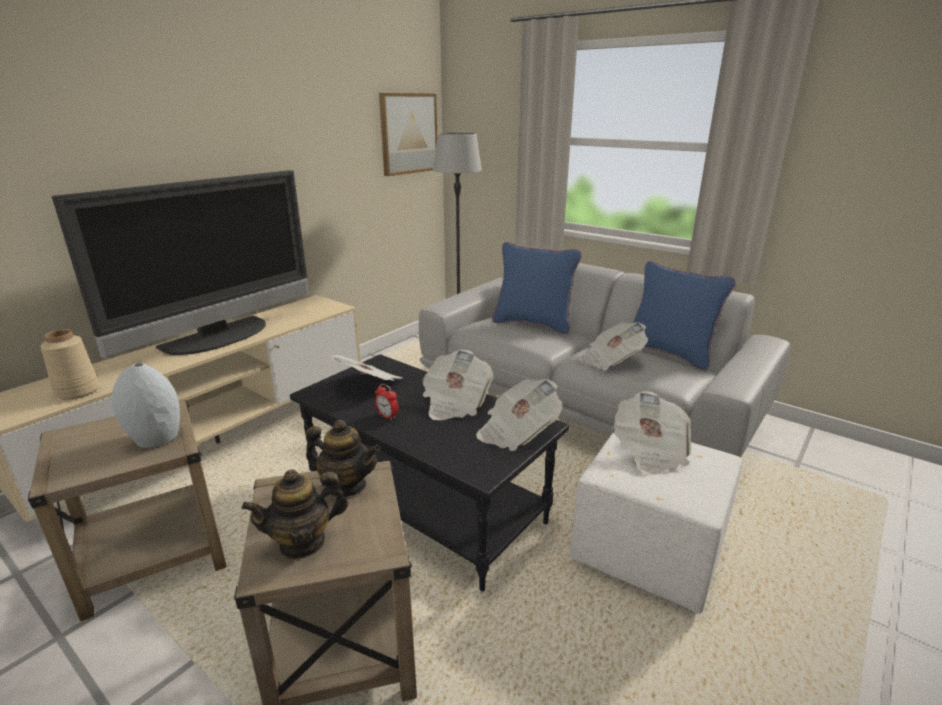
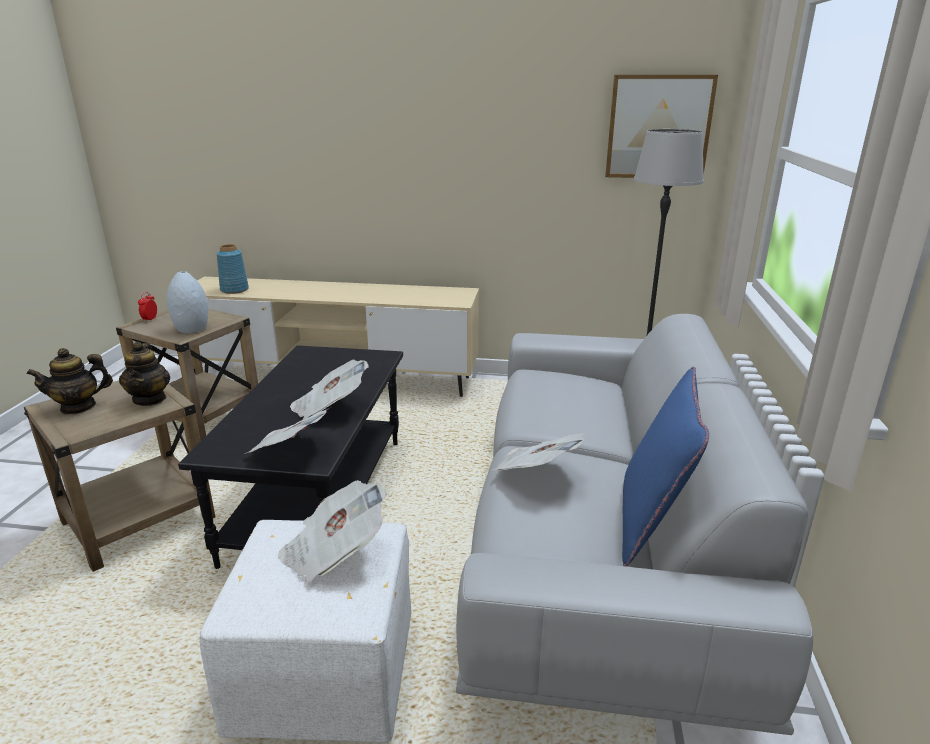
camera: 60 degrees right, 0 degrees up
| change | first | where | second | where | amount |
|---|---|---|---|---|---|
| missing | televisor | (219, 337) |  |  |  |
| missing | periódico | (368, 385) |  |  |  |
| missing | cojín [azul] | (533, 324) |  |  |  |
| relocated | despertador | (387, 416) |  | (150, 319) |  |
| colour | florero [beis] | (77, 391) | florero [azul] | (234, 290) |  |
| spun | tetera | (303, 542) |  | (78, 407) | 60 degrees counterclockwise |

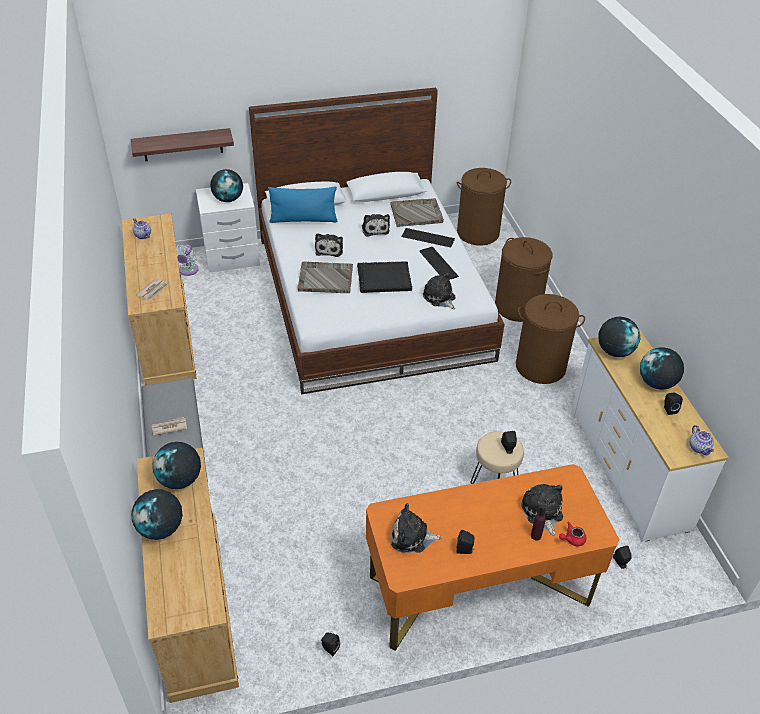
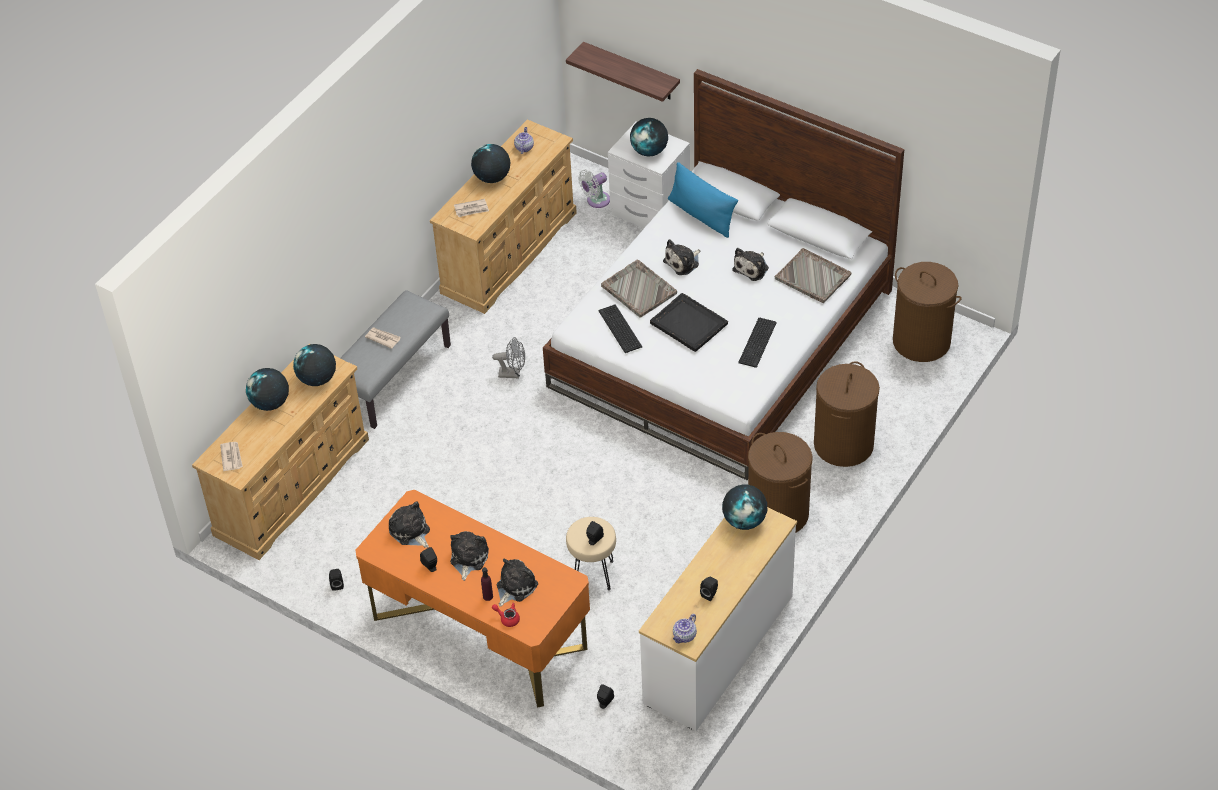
camera: 50 degrees right, 5 degrees up
| change | first | where | second | where | amount |
|---|---|---|---|---|---|
| appeared |  |  | periódico | (231, 457) |  |
| appeared |  |  | ventilador [gris] | (513, 373) |  |
| relocated | teclado | (428, 238) |  | (619, 330) |  |
| relocated | peluche | (440, 298) |  | (468, 558) |  |
| relocated | globo terráqueo | (656, 383) |  | (492, 178) |  |

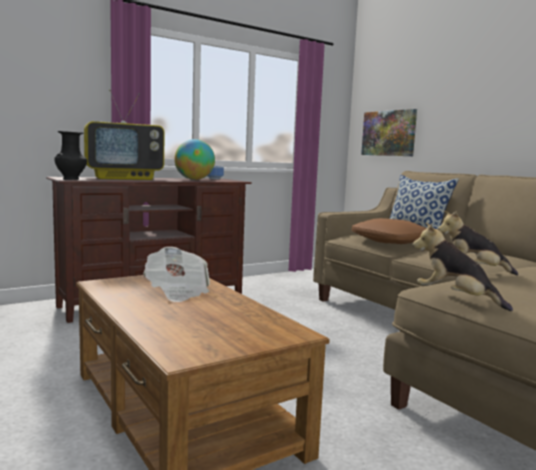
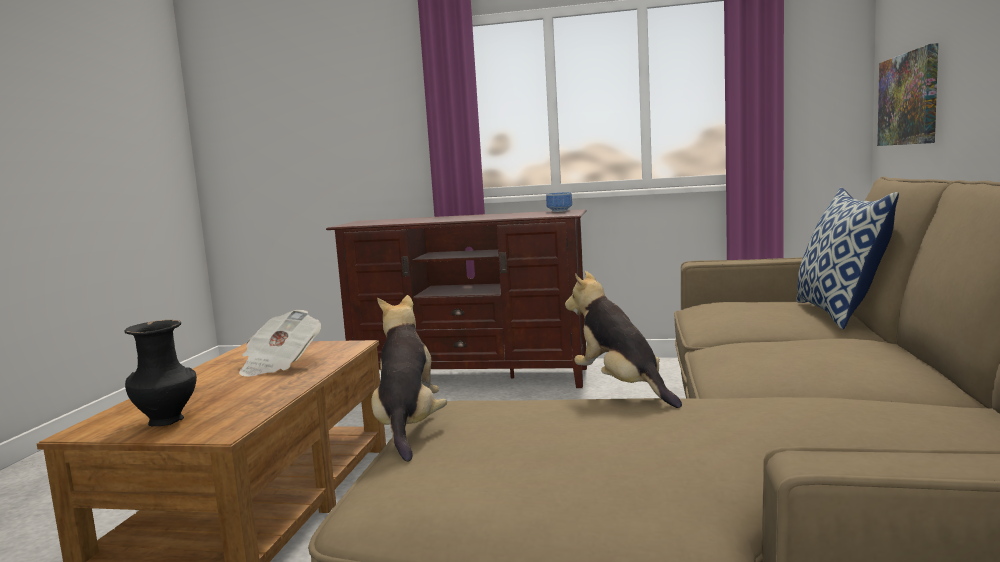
camera: 45 degrees right, 0 degrees up
| change | first | where | second | where | amount |
|---|---|---|---|---|---|
| missing | televisor | (124, 178) |  |  |  |
| missing | globo terráqueo | (194, 179) |  |  |  |
| missing | cojín [marrón] | (391, 241) |  |  |  |
| relocated | florero [negro] | (71, 179) |  | (168, 421) |  |

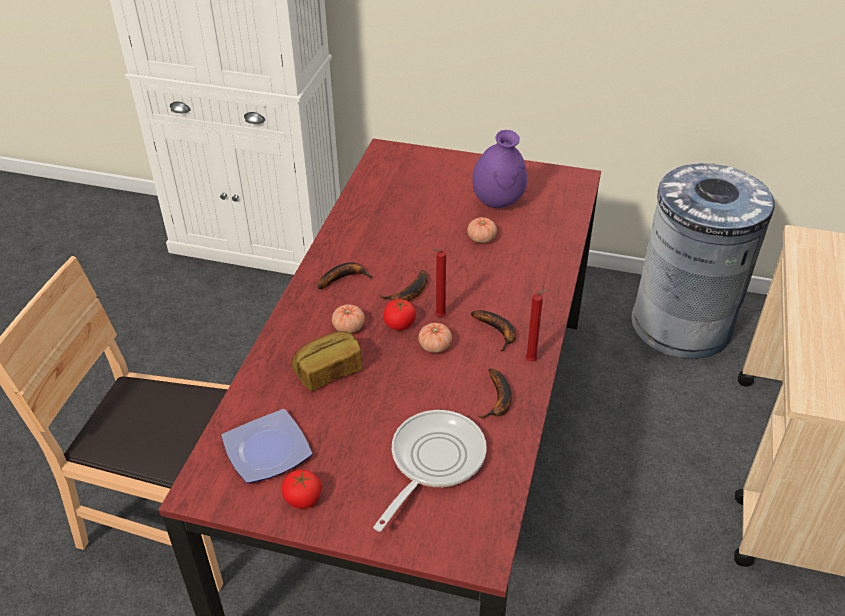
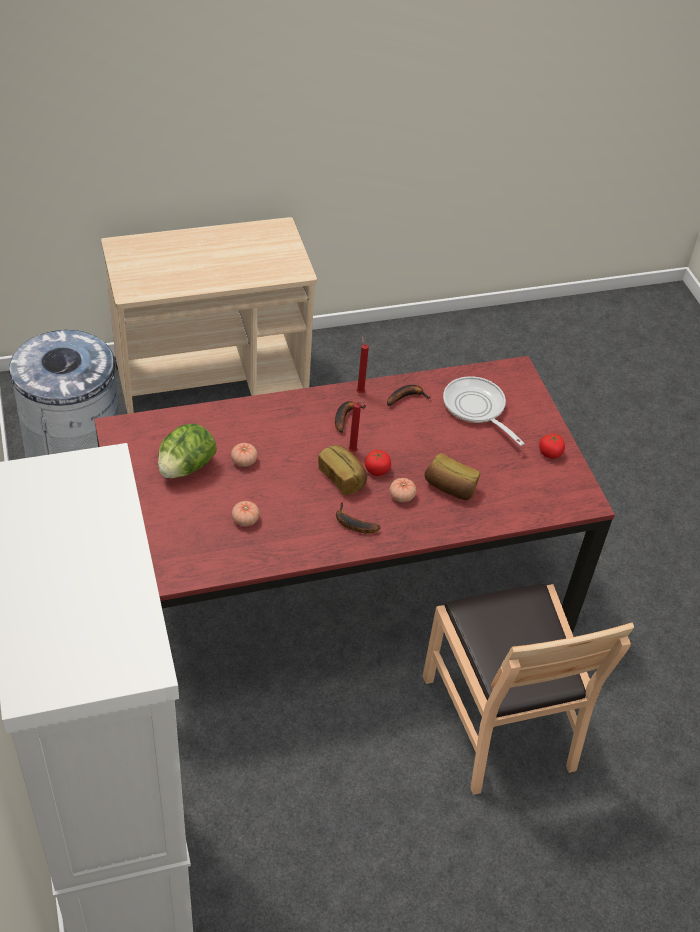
camera: 125 degrees left, 5 degrees up
| change | first | where | second | where | amount |
|---|---|---|---|---|---|
| missing | plato | (266, 452) |  |  |  |
| relocated | tomate | (435, 346) |  | (245, 520) |  |
| exchanged | plátano | (408, 294) | pan | (342, 478) |  |
| exchanged | florero [morado] | (498, 202) | lechuga | (186, 468) |  |
| spun | sartén | (433, 461) |  | (476, 409) | 60 degrees clockwise |

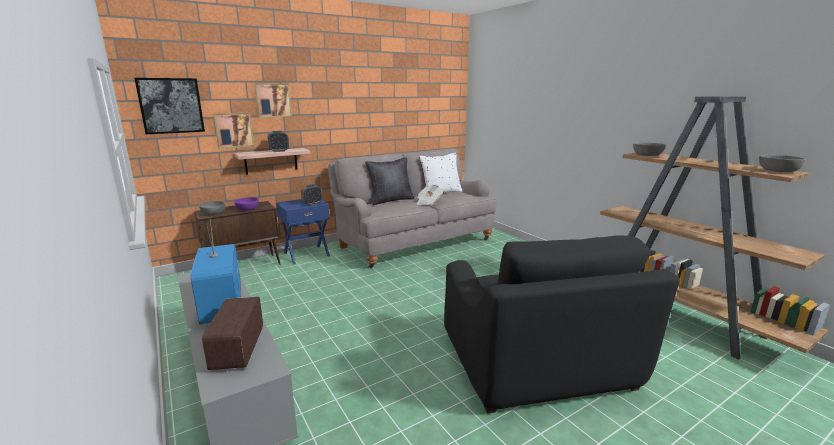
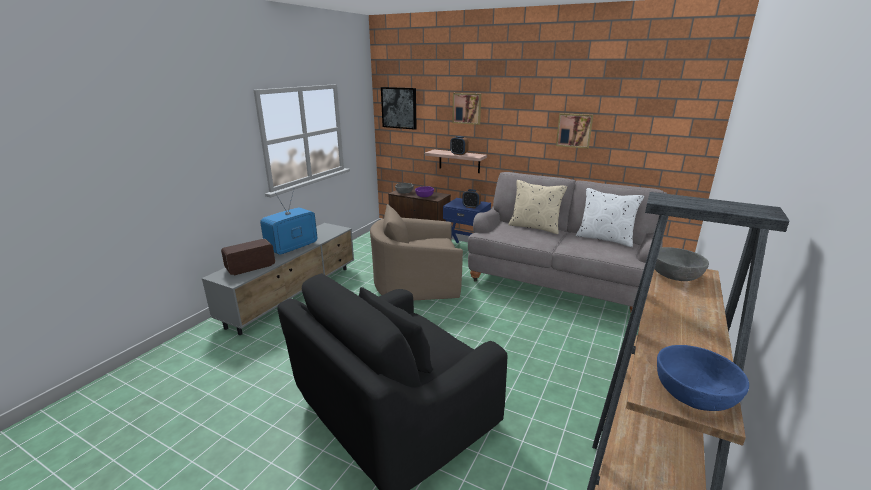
camera: 60 degrees right, 5 degrees up
| change | first | where | second | where | amount |
|---|---|---|---|---|---|
| missing | periódico | (428, 202) |  |  |  |
| appeared |  |  | sillón [beis] | (417, 284) |  |
| relocated | cuadro | (233, 130) |  | (574, 130) |  |
| colour | cojín [negro] | (390, 200) | cojín [beis] | (534, 227) |  |
| colour | cuenco [gris] | (778, 171) | cuenco [azul] | (694, 393) |  |

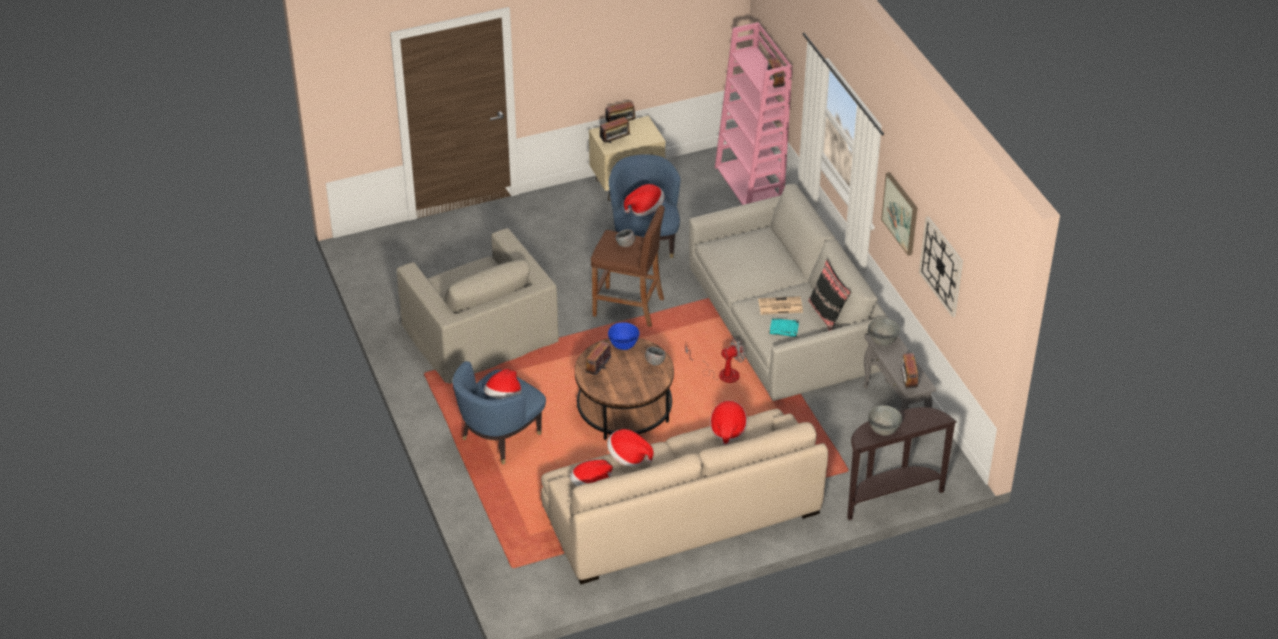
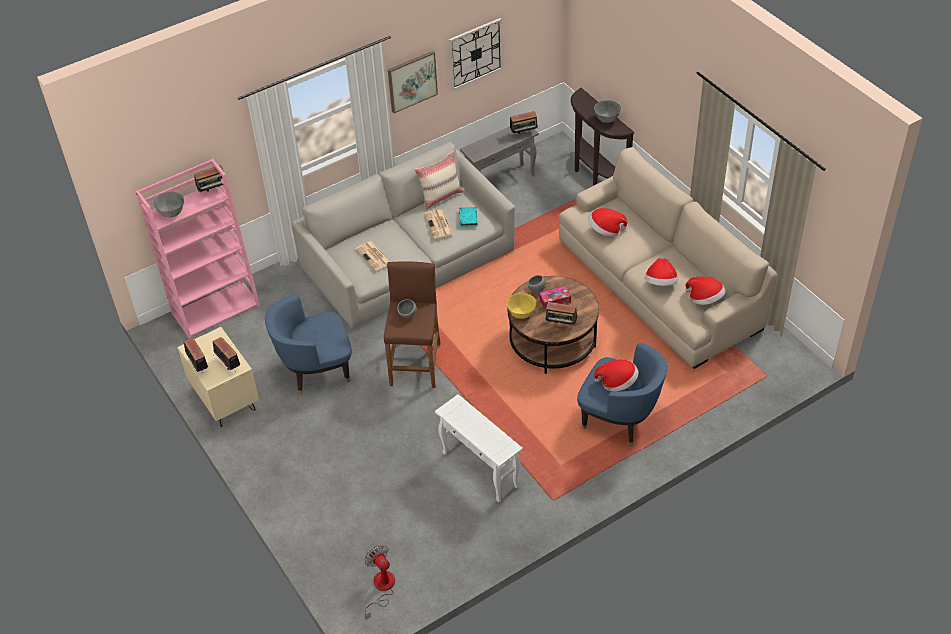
camera: 100 degrees left, 5 degrees up
| change | first | where | second | where | amount |
|---|---|---|---|---|---|
| missing | sombrero | (645, 209) |  |  |  |
| appeared |  |  | periódico | (374, 256) |  |
| appeared |  |  | caja de pañuelos | (555, 300) |  |
| relocated | ventilador | (722, 373) |  | (381, 588) |  |
| relocated | cuenco [gris] | (882, 341) |  | (172, 213) |  |
| exchanged | sillón [beis] | (479, 331) | mesa auxiliar [blanco] | (480, 470) |  |
| colour | cuenco [azul] | (624, 345) | cuenco [amarillo] | (521, 314) |  |
| colour | cojín [negro] | (827, 314) | cojín [beis] | (441, 196) |  |

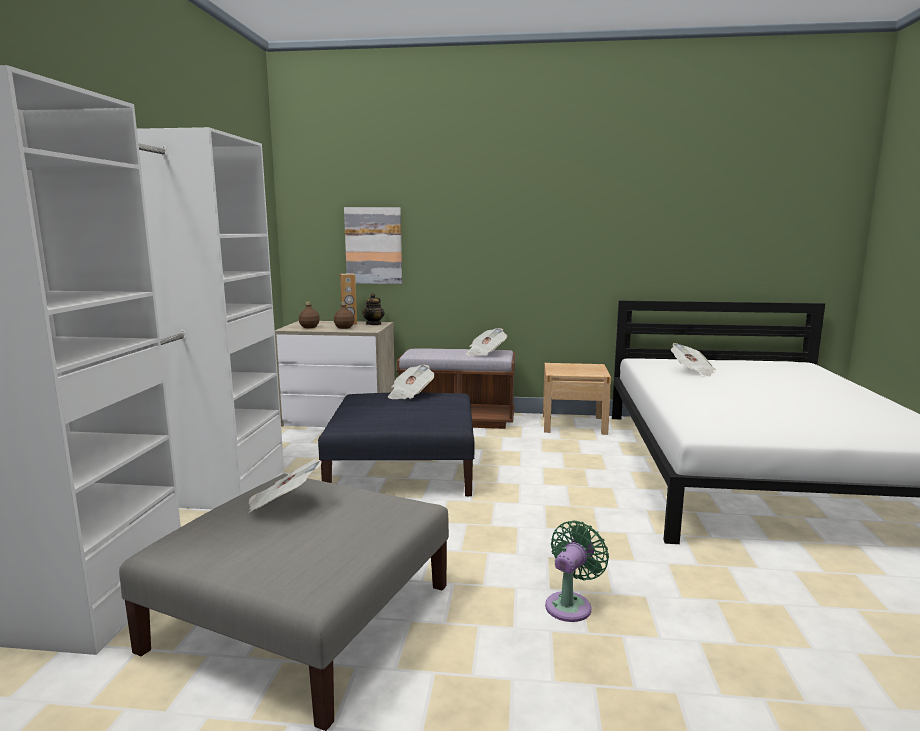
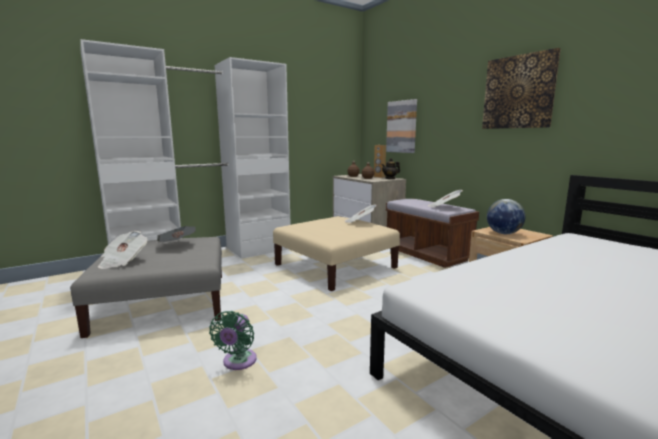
camera: 50 degrees right, 0 degrees up
| change | first | where | second | where | amount |
|---|---|---|---|---|---|
| appeared |  |  | cuadro | (518, 92) |  |
| appeared |  |  | globo terráqueo | (503, 233) |  |
| relocated | periódico | (692, 371) |  | (123, 261) |  |
| colour | puf [azul] | (404, 468) | puf [beis] | (336, 266) |  |
| spun | ventilador [verde] | (570, 604) |  | (238, 362) | 105 degrees clockwise |

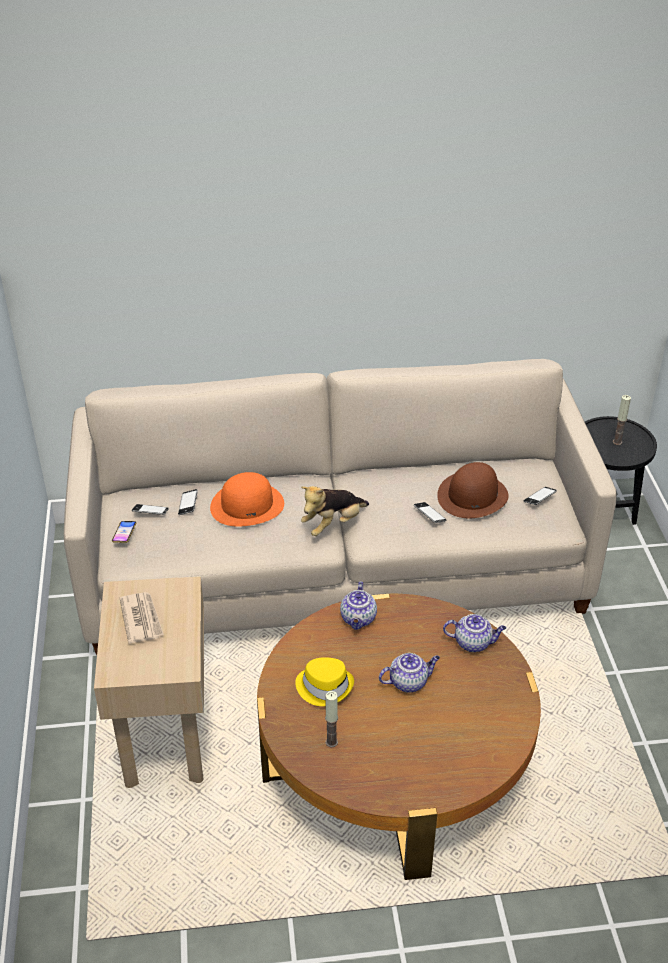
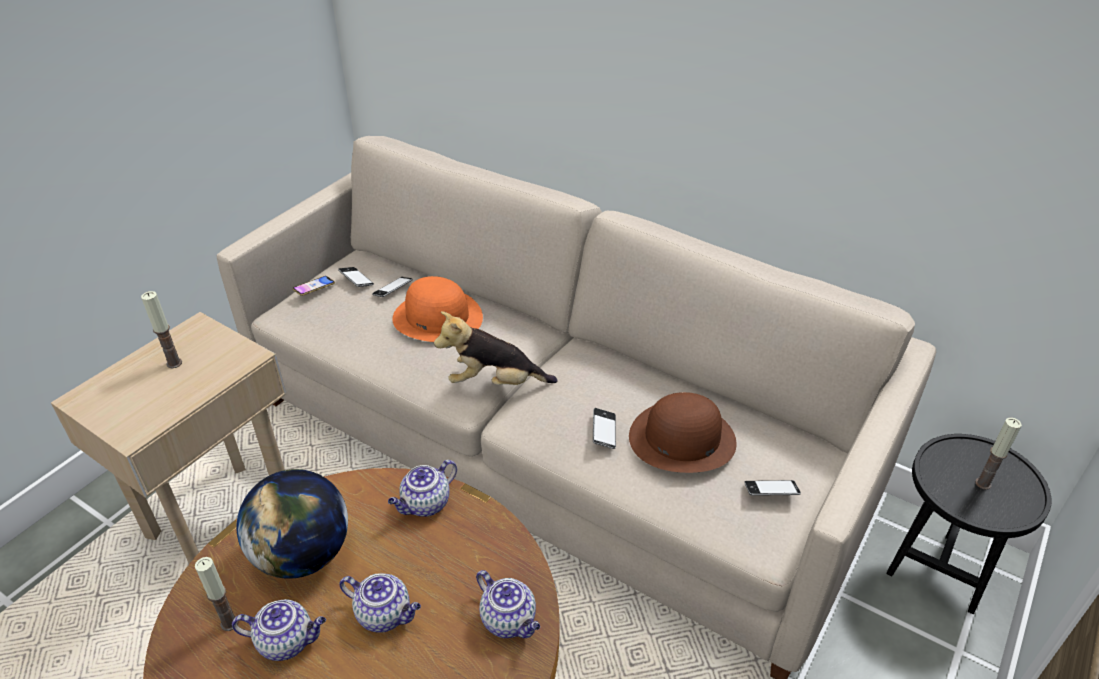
camera: 40 degrees right, 0 degrees up
| change | first | where | second | where | amount |
|---|---|---|---|---|---|
| appeared |  |  | tetera | (287, 641) |  |
| exchanged | periódico | (141, 619) | vela | (174, 363) |  |
| exchanged | sombrero [amarillo] | (325, 686) | globo terráqueo | (303, 555) |  |

